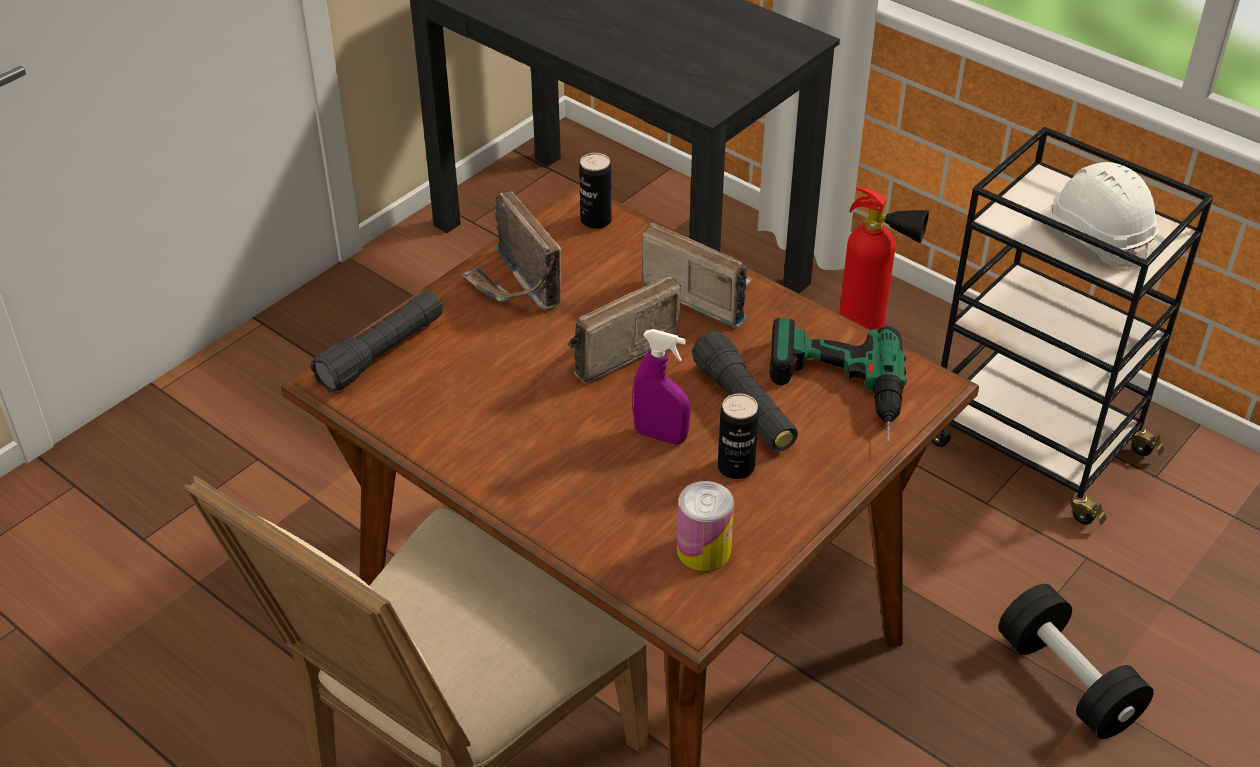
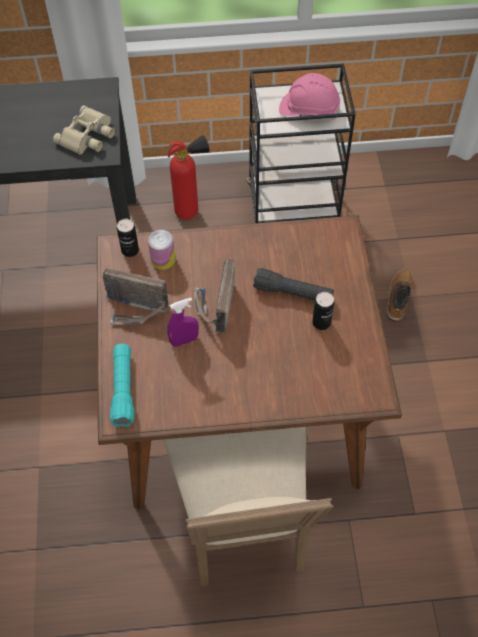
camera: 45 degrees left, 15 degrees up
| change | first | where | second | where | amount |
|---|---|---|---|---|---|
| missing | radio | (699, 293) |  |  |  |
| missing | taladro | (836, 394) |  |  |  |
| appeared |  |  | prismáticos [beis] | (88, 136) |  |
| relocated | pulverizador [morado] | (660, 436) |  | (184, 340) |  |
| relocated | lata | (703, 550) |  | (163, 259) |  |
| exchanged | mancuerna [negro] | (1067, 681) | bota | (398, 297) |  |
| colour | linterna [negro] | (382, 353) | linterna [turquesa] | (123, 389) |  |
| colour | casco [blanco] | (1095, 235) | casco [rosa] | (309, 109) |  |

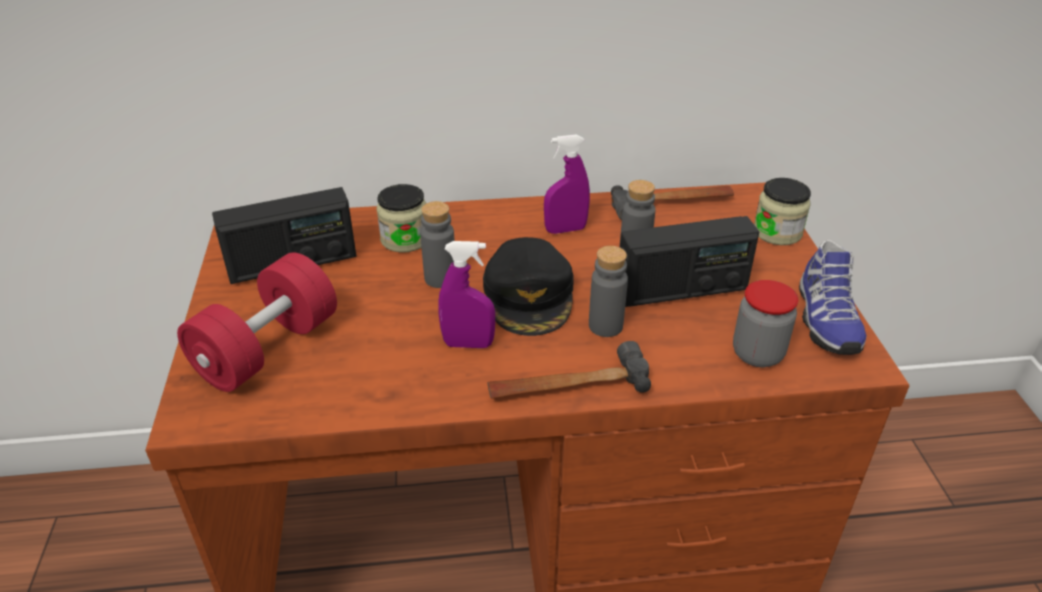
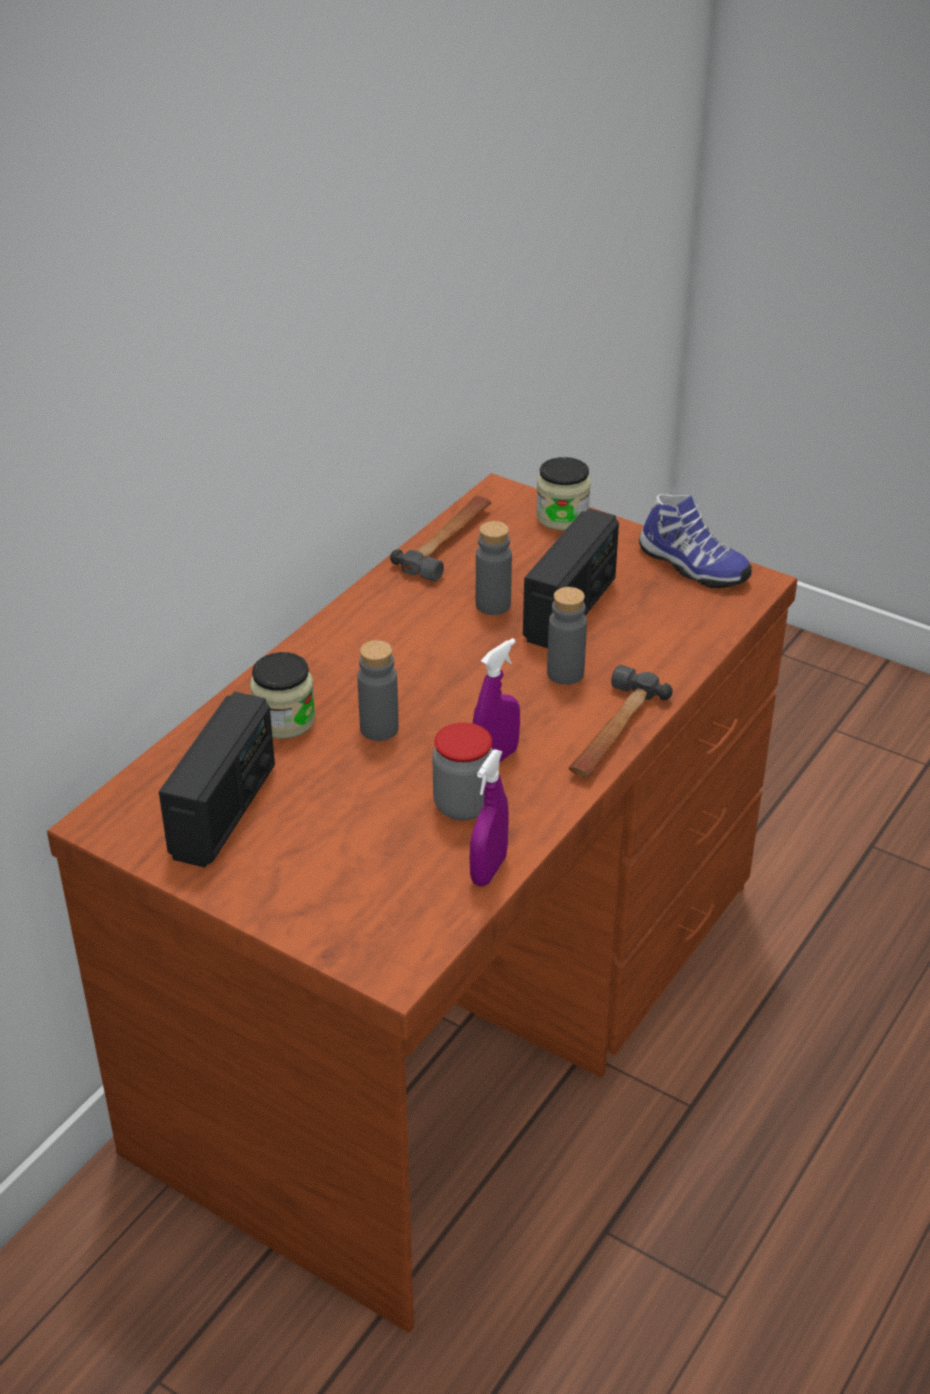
camera: 50 degrees left, 0 degrees up
| change | first | where | second | where | amount |
|---|---|---|---|---|---|
| missing | mancuerna [rojo] | (268, 349) |  |  |  |
| missing | gorra [negro] | (530, 295) |  |  |  |
| relocated | pulverizador [morado] | (565, 230) |  | (488, 870) |  |
| relocated | tarro | (757, 354) |  | (463, 805) |  |

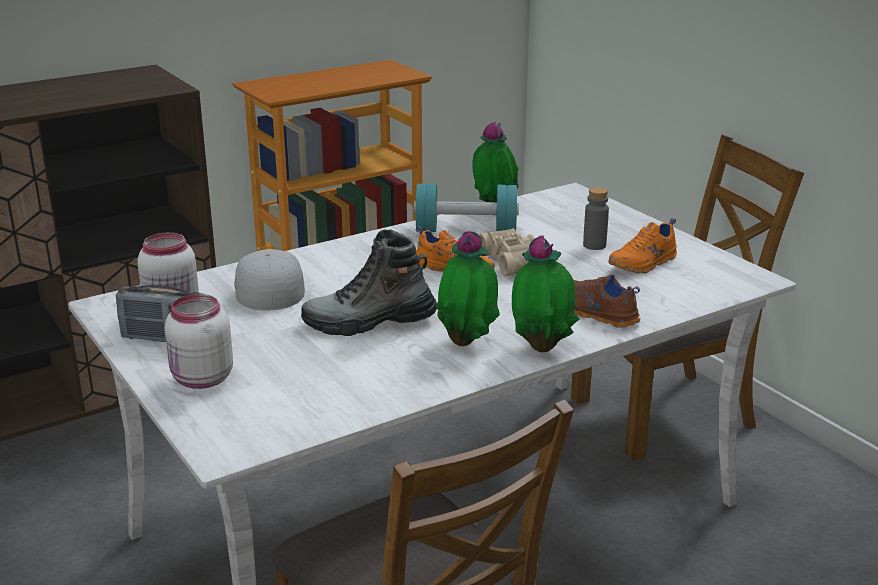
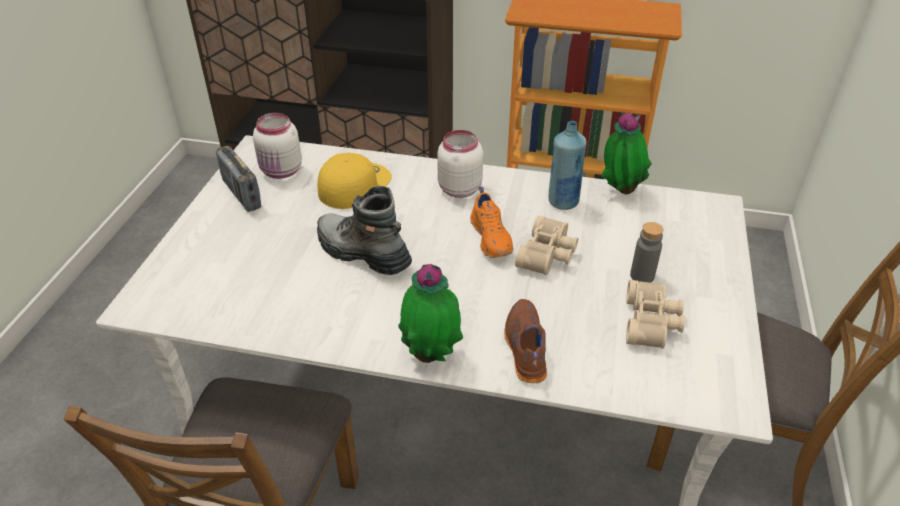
camera: 45 degrees right, 15 degrees up
| change | first | where | second | where | amount |
|---|---|---|---|---|---|
| missing | planta en maceta | (468, 342) |  |  |  |
| relocated | tarro [blanco] | (201, 379) |  | (458, 189) |  |
| exchanged | mancuerna [turquesa] | (466, 230) | botella [azul] | (562, 202) |  |
| exchanged | zapato [naranja] | (644, 264) | prismáticos [beis] | (652, 322) |  |
| colour | gorra [blanco] | (268, 288) | gorra [amarillo] | (354, 184) |  |

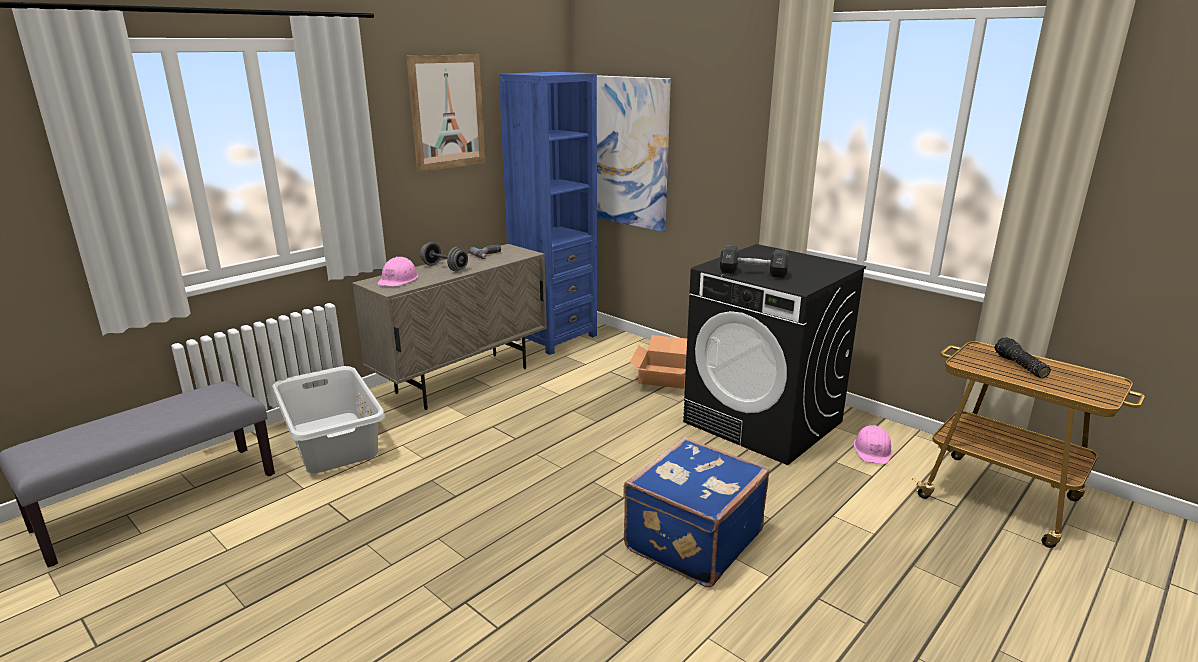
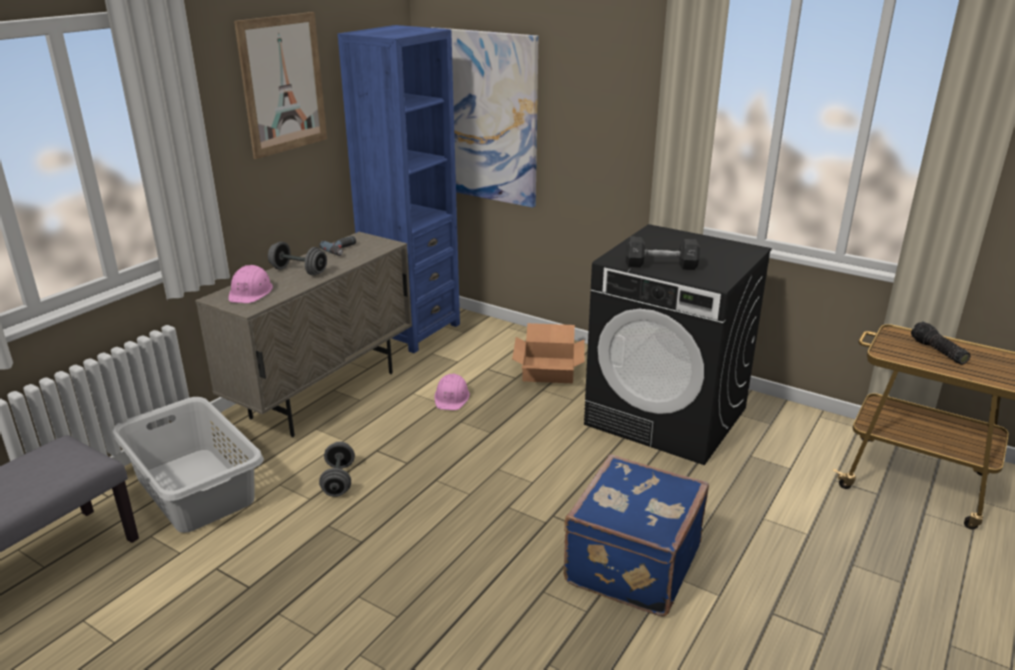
camera: 10 degrees left, 5 degrees up
| change | first | where | second | where | amount |
|---|---|---|---|---|---|
| appeared |  |  | mancuerna [gris] | (338, 480) |  |
| relocated | casco [rosa] | (872, 450) |  | (452, 397) |  |

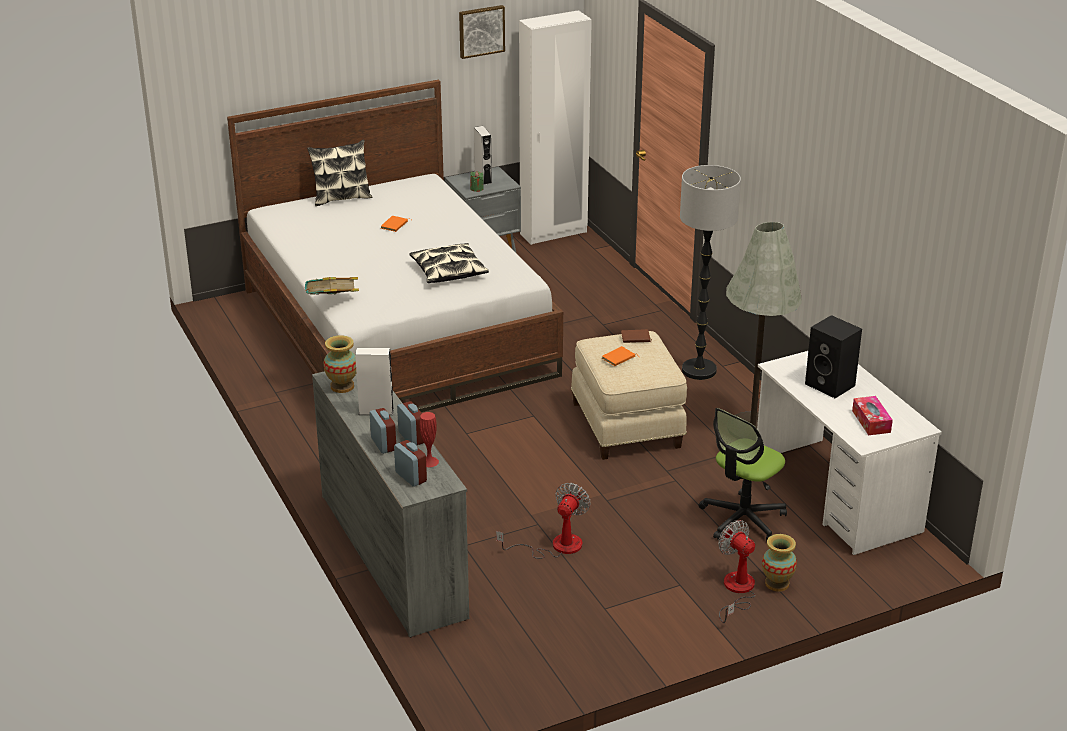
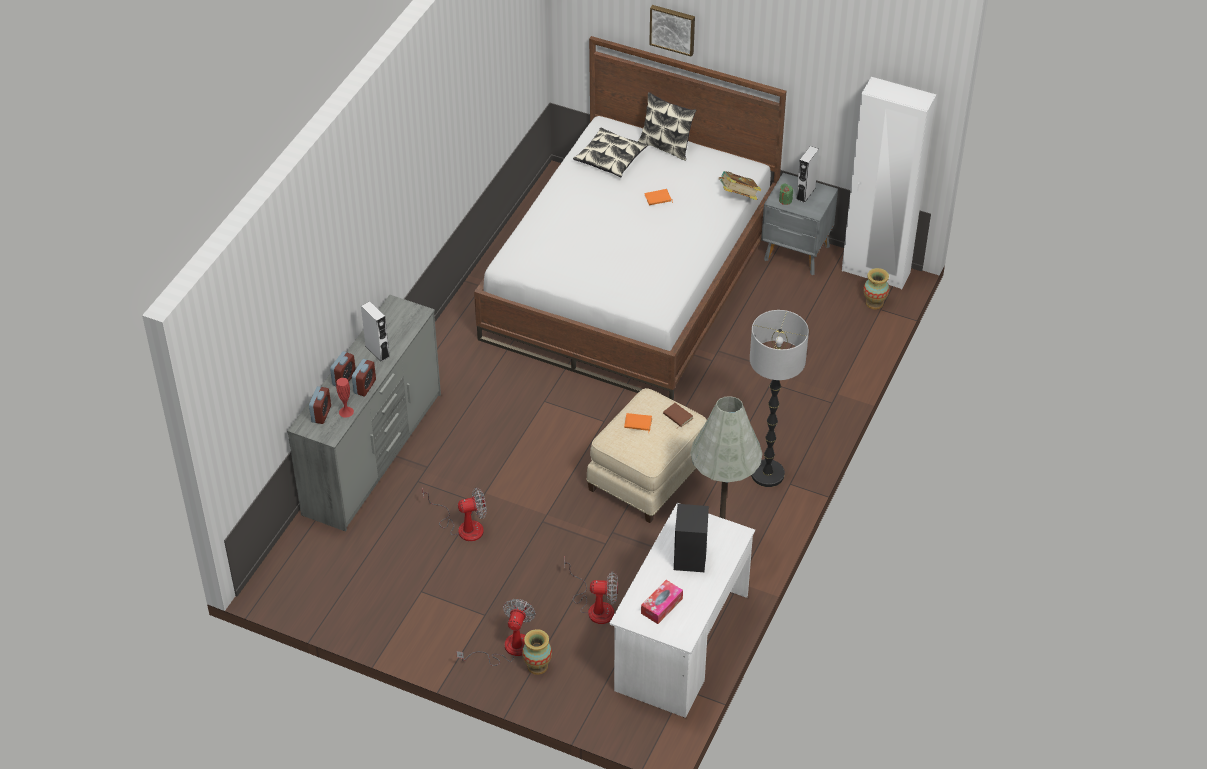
camera: 50 degrees right, 15 degrees up
| change | first | where | second | where | amount |
|---|---|---|---|---|---|
| relocated | libro | (332, 302) |  | (738, 196) |  |
| relocated | florero | (342, 386) |  | (874, 303) |  |
| relocated | cojín | (448, 271) |  | (610, 158) |  |
| relocated | cuadro | (481, 31) |  | (673, 29) |  |
| exchanged | silla de oficina | (742, 519) | ventilador | (595, 606) |  |

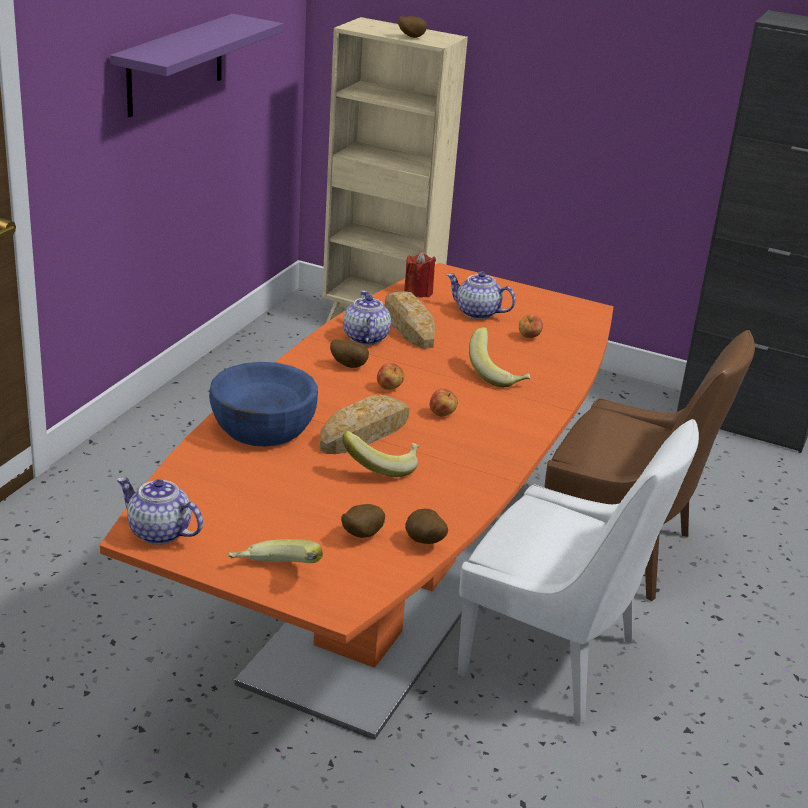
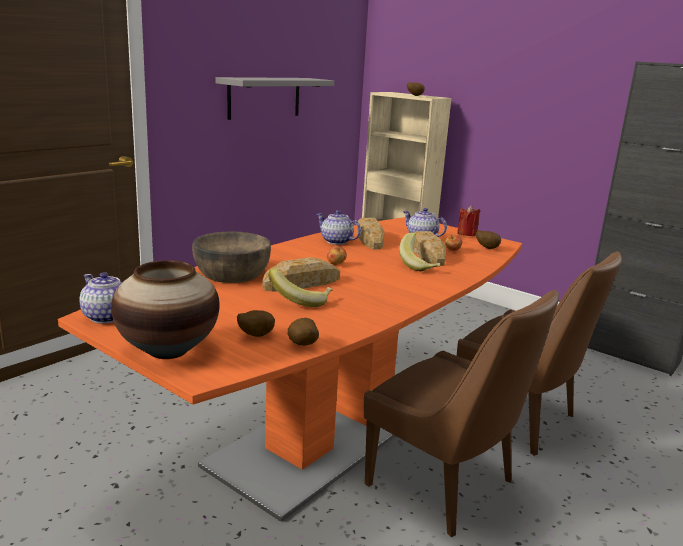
camera: 15 degrees right, 10 degrees down
| change | first | where | second | where | amount |
|---|---|---|---|---|---|
| missing | manzana | (442, 414) |  |  |  |
| appeared |  |  | pan | (426, 254) |  |
| relocated | patata | (349, 365) |  | (487, 248) |  |
| relocated | vela [rojo] | (418, 292) |  | (467, 234) |  |
| exchanged | plátano | (274, 575) | florero | (168, 350) |  |
| colour | estante [morado] | (175, 65) | estante [gris] | (264, 97) |  |
| colour | cuenco [azul] | (263, 426) | cuenco [marrón] | (232, 273) |  |
| colour | silla [blanco] | (554, 659) | silla [marrón] | (444, 485) |  |
| spun | tetera | (365, 338) |  | (336, 241) | 60 degrees counterclockwise |

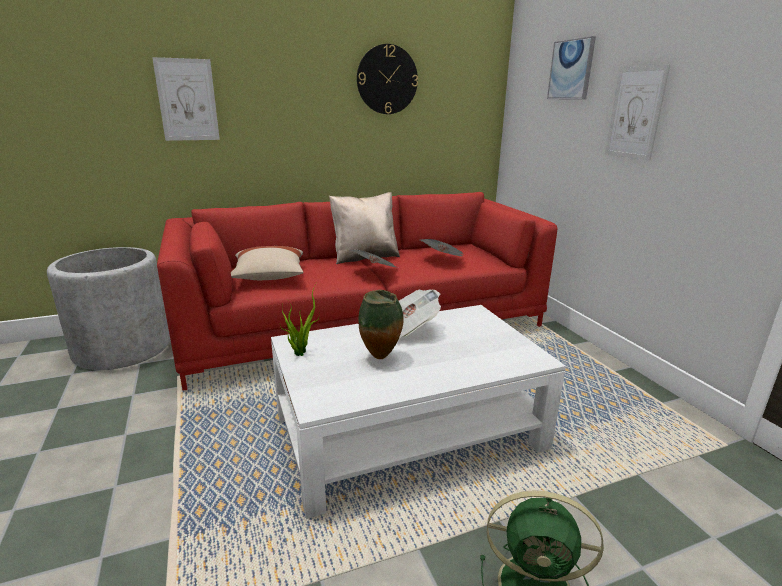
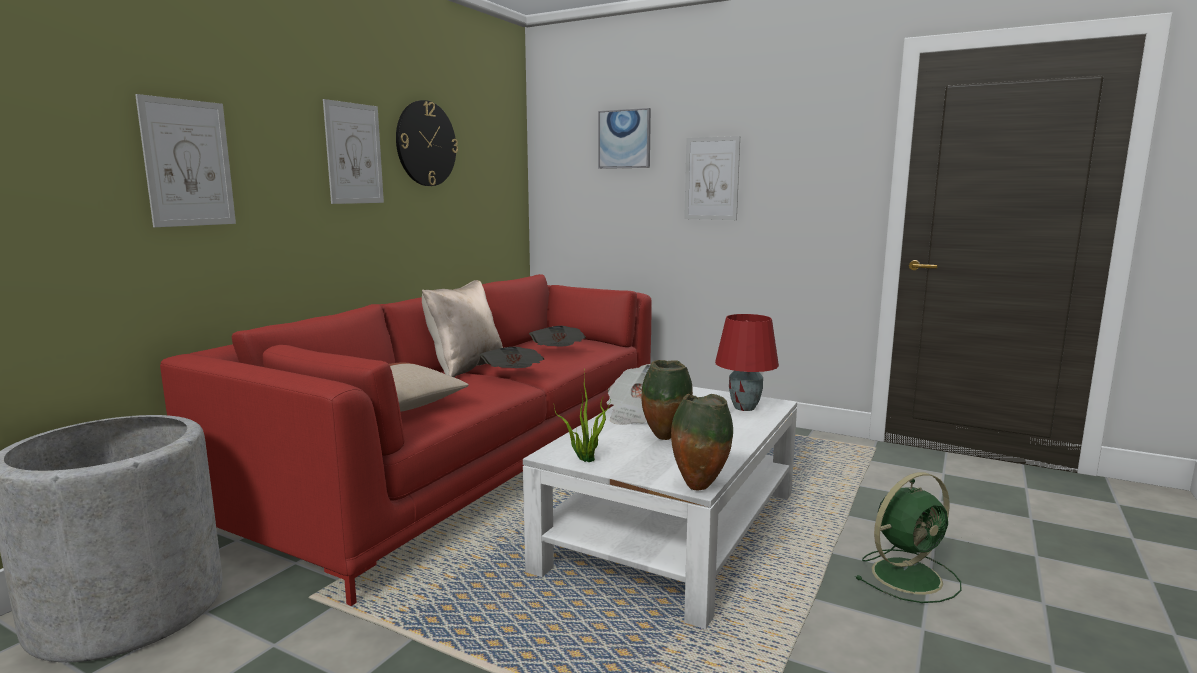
camera: 40 degrees left, 10 degrees down
| change | first | where | second | where | amount |
|---|---|---|---|---|---|
| appeared |  |  | cuadro | (354, 153) |  |
| appeared |  |  | florero | (699, 487) |  |
| appeared |  |  | lámpara de mesa [rojo] | (743, 408) |  |

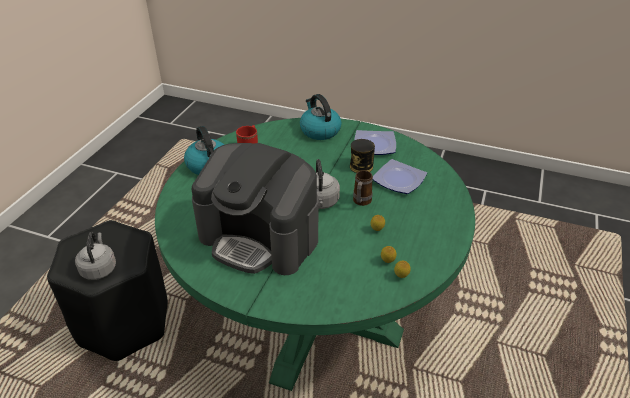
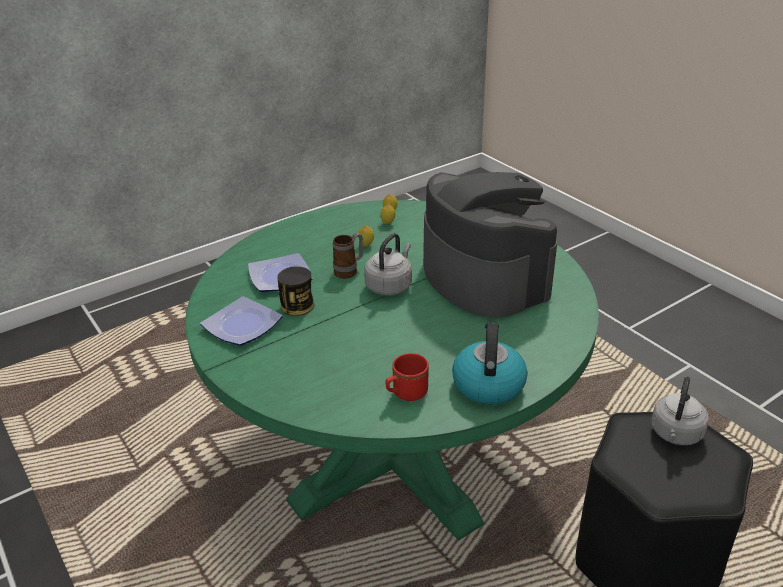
camera: 145 degrees left, 5 degrees down
| change | first | where | second | where | amount |
|---|---|---|---|---|---|
| missing | hervidor | (319, 131) |  |  |  |

